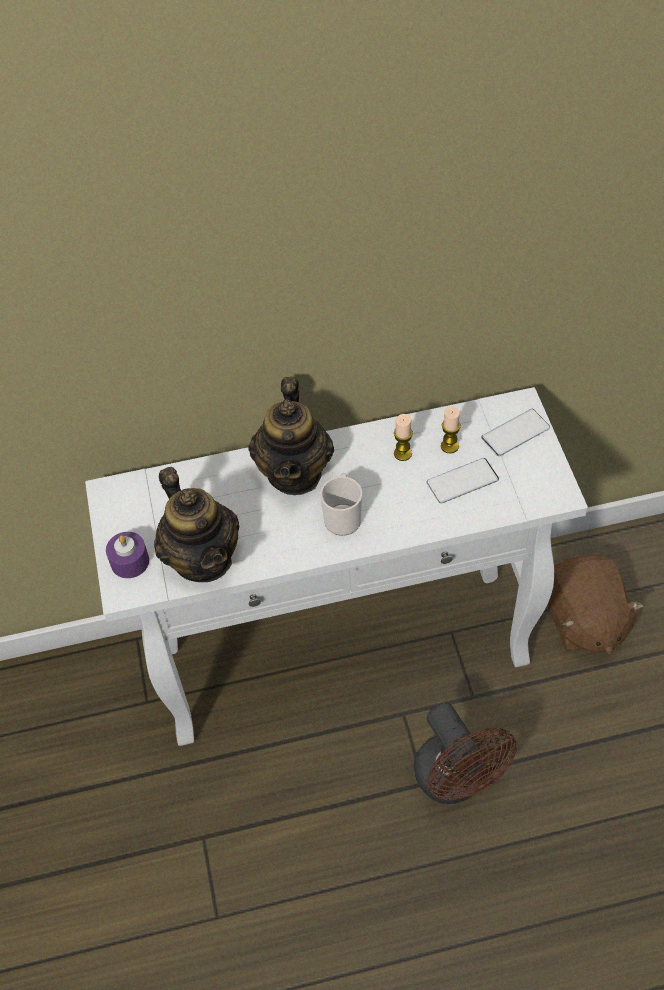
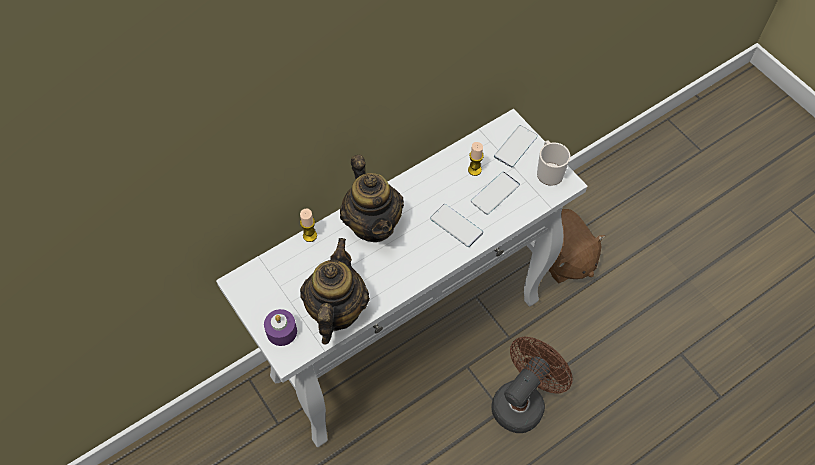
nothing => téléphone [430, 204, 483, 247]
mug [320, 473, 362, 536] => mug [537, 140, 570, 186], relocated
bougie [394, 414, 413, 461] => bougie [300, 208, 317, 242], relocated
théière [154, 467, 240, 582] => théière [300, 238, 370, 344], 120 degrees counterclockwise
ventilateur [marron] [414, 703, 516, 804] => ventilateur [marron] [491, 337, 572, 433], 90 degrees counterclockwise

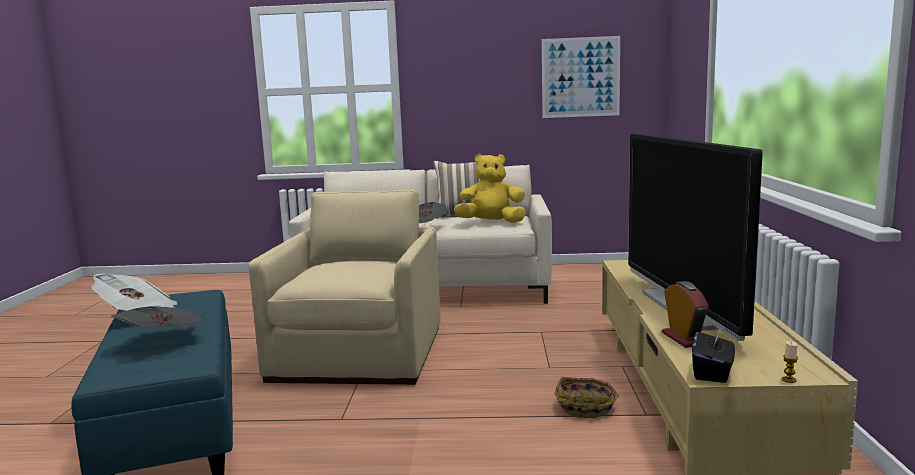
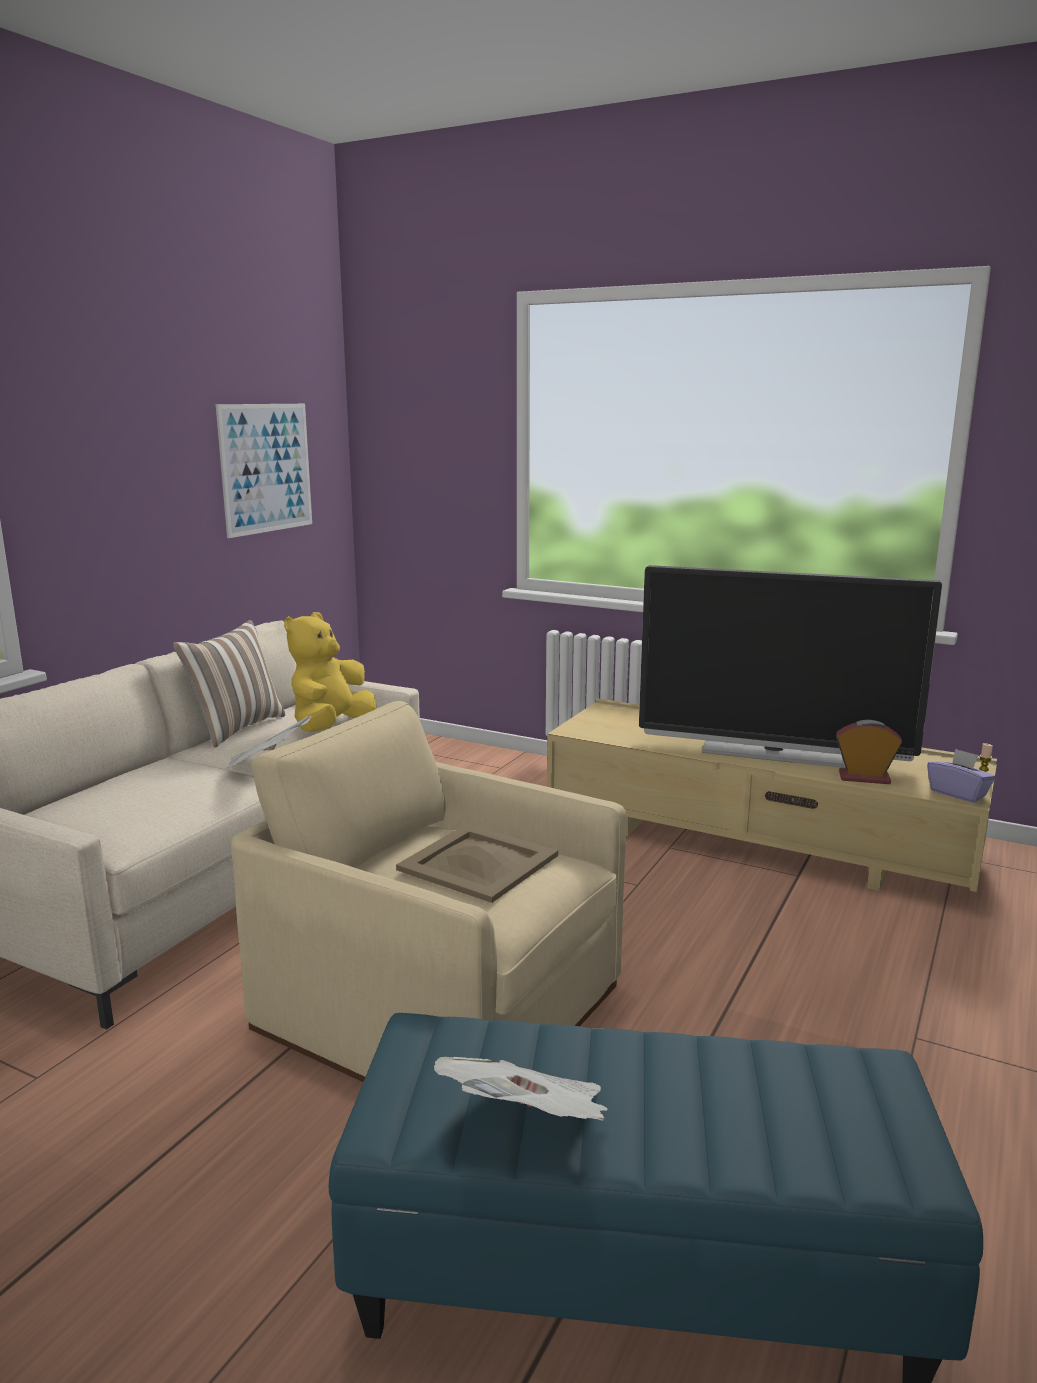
journal [110, 306, 203, 328] => nothing
panier [554, 377, 619, 418] => nothing
nothing => plateau [beige] [396, 824, 558, 903]
boîte à mouchoirs [noir] [692, 330, 735, 383] => boîte à mouchoirs [violet] [927, 748, 995, 803]

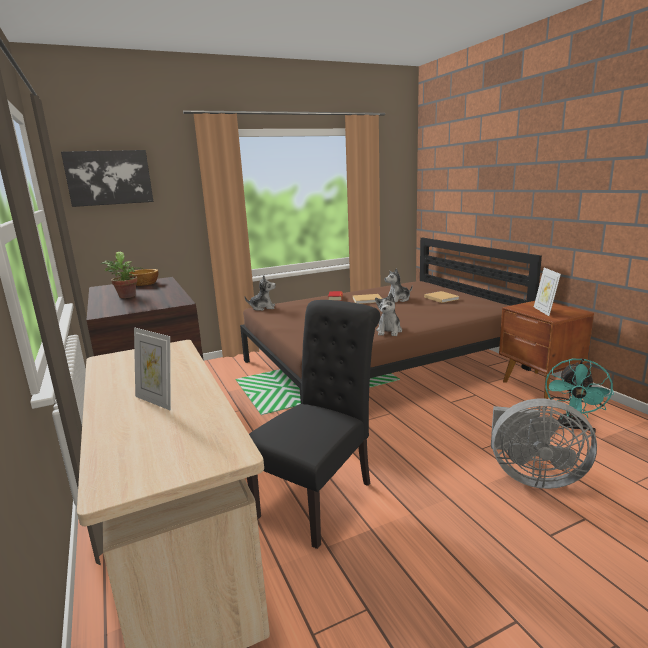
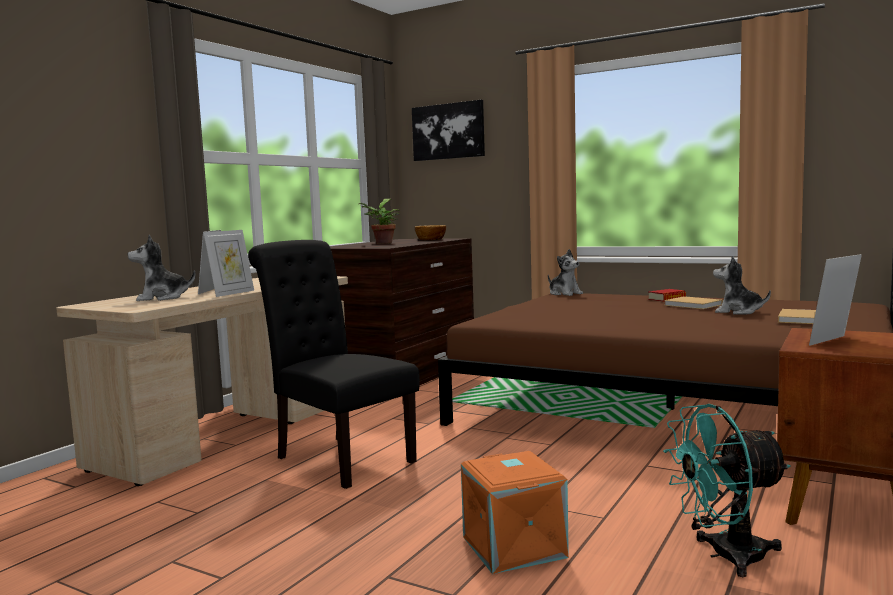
nothing => cadre photo [203, 230, 254, 297]
peluche [375, 293, 402, 336] => peluche [127, 235, 196, 301], relocated
ventilateur [gris] [491, 399, 597, 489] => boîte de rangement [orange] [461, 451, 569, 574]
chaise [noir] [247, 300, 380, 549] => chaise [noir] [248, 240, 420, 489], 135 degrees counterclockwise

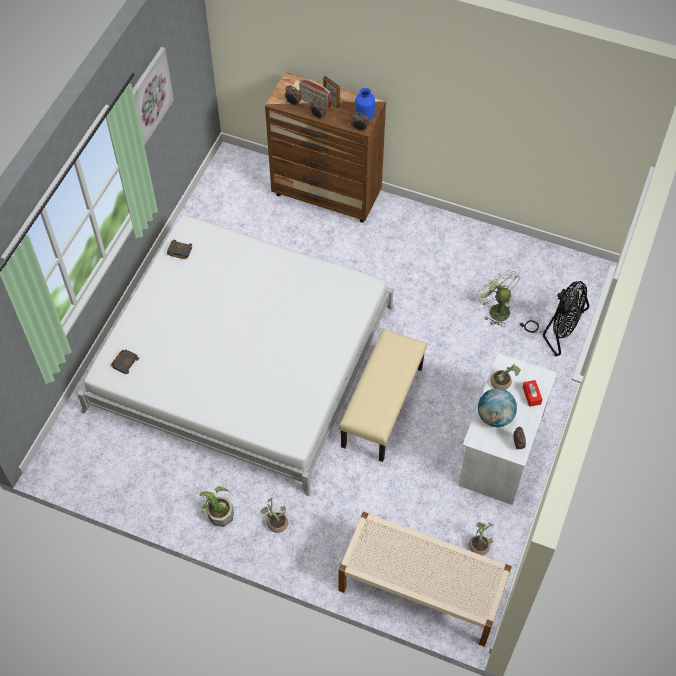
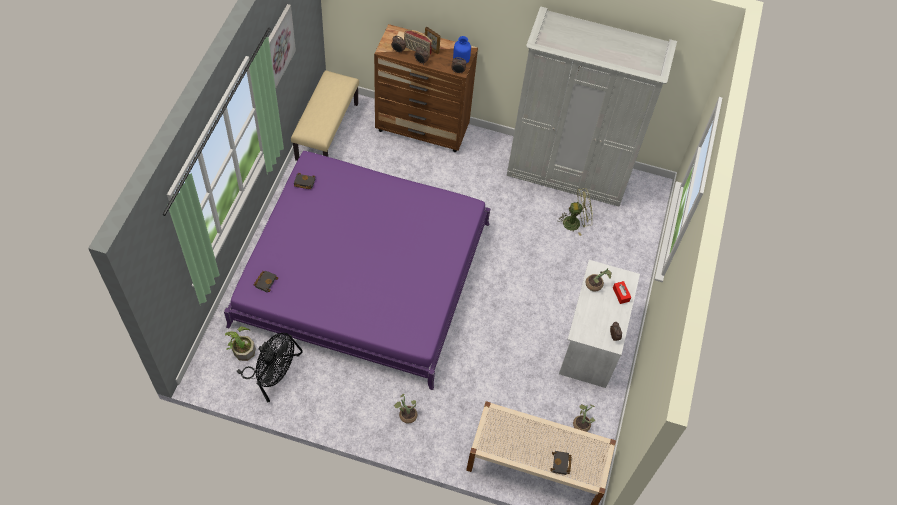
globe [478, 388, 517, 427] => nothing
nothing => armoire [blanc] [507, 6, 677, 207]
nothing => livre [noir] [550, 451, 572, 475]
plante en pot [199, 486, 234, 527] => plante en pot [225, 327, 255, 361], relocated
banc [beige] [339, 329, 427, 462] => banc [beige] [291, 70, 359, 161], relocated
ventilateur [noir] [519, 281, 589, 357] => ventilateur [noir] [237, 333, 303, 403], relocated
lit [blanc] [77, 215, 394, 496] => lit [violet] [224, 151, 490, 390]
ventilateur [vert] [476, 270, 520, 327] => ventilateur [vert] [557, 188, 593, 236], 120 degrees clockwise

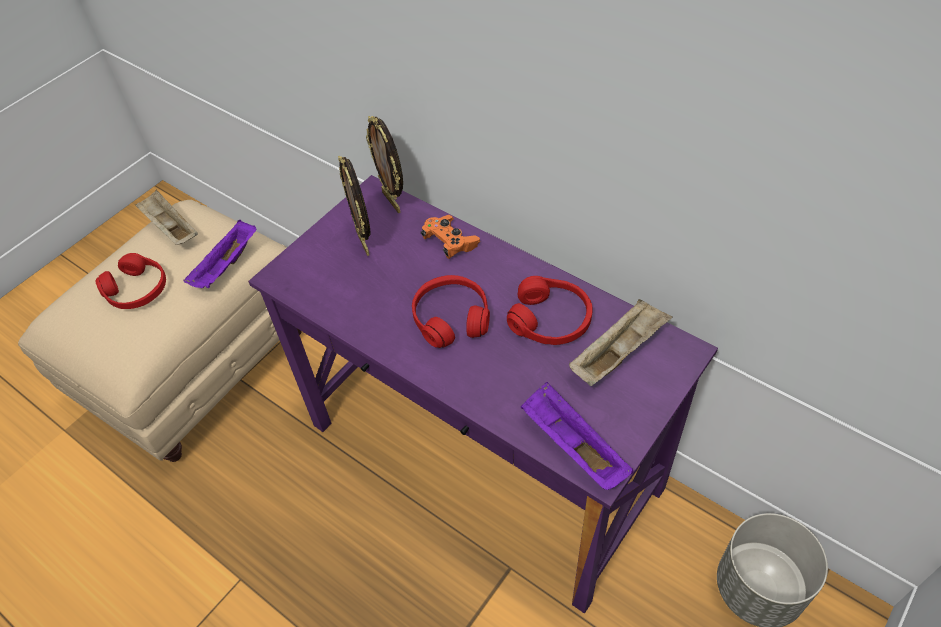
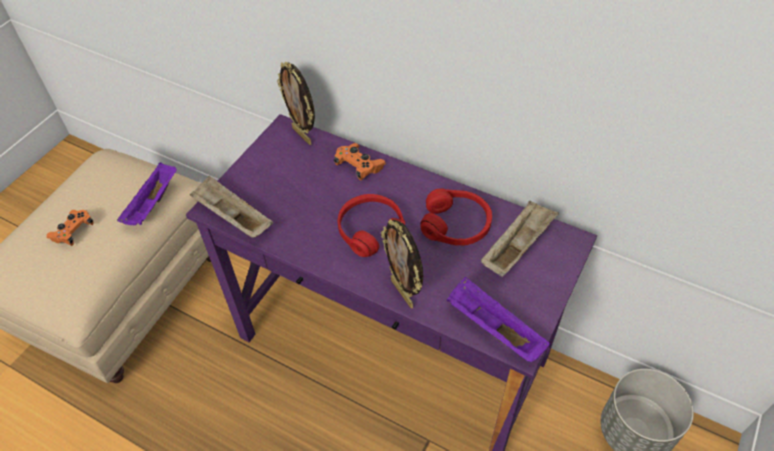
plateau [beige] [136, 190, 198, 245] => plateau [beige] [190, 175, 273, 238], relocated
cadre photo [338, 156, 371, 256] => cadre photo [381, 219, 423, 308], relocated
casque audio [rouge] [95, 253, 166, 309] => manette [orange] [46, 210, 94, 246]

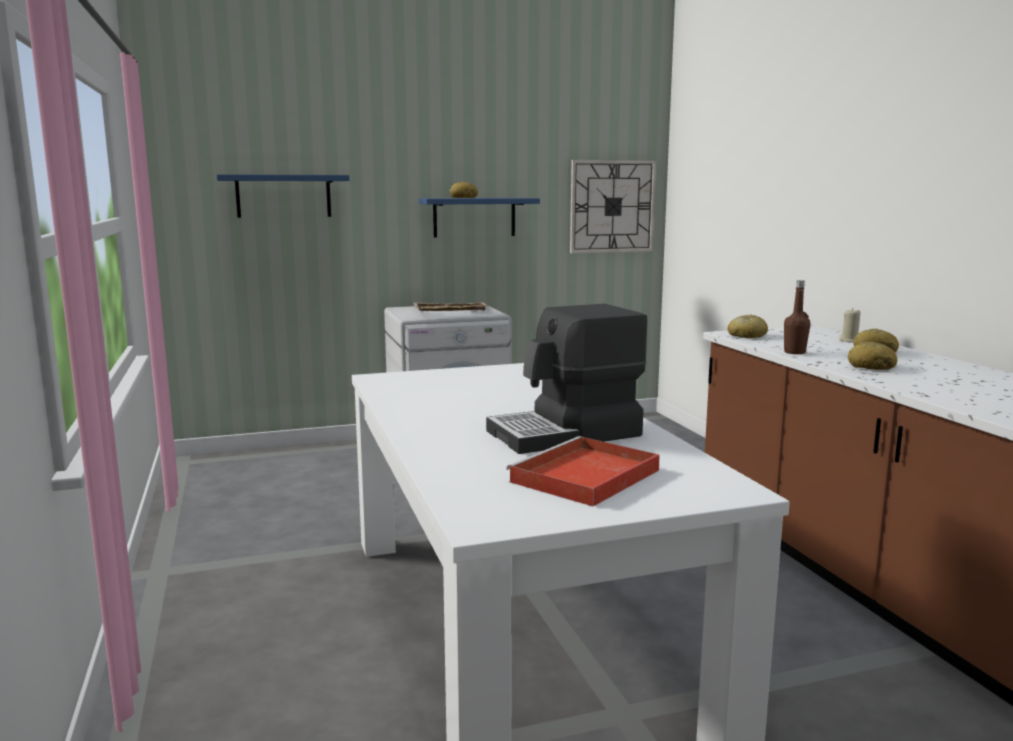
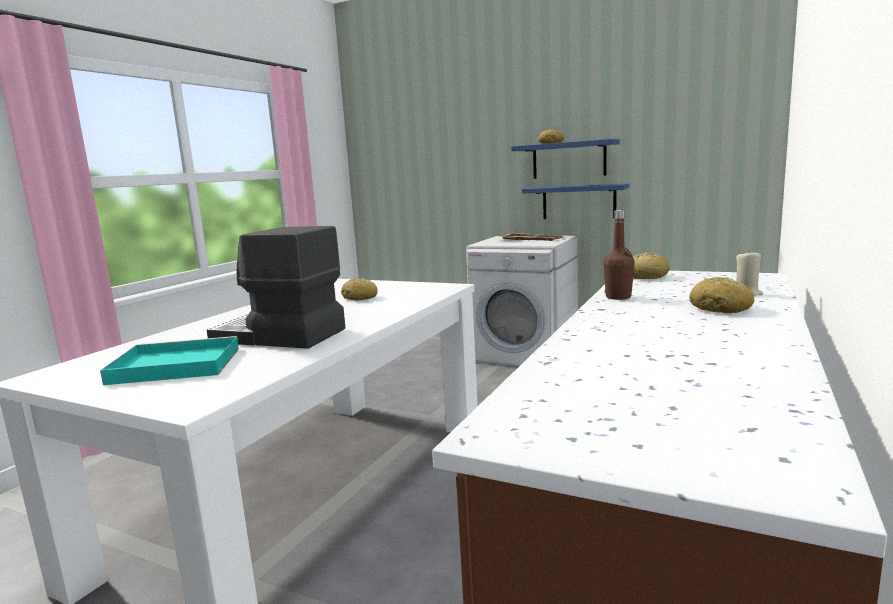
horloge murale [570, 160, 656, 253] => nothing
étagère [bleu] [217, 174, 349, 218] => étagère [bleu] [522, 183, 630, 219], relocated
pain [848, 342, 897, 370] => pain [341, 278, 378, 301], relocated
plateau [rouge] [507, 436, 660, 506] => plateau [turquoise] [100, 336, 239, 385]

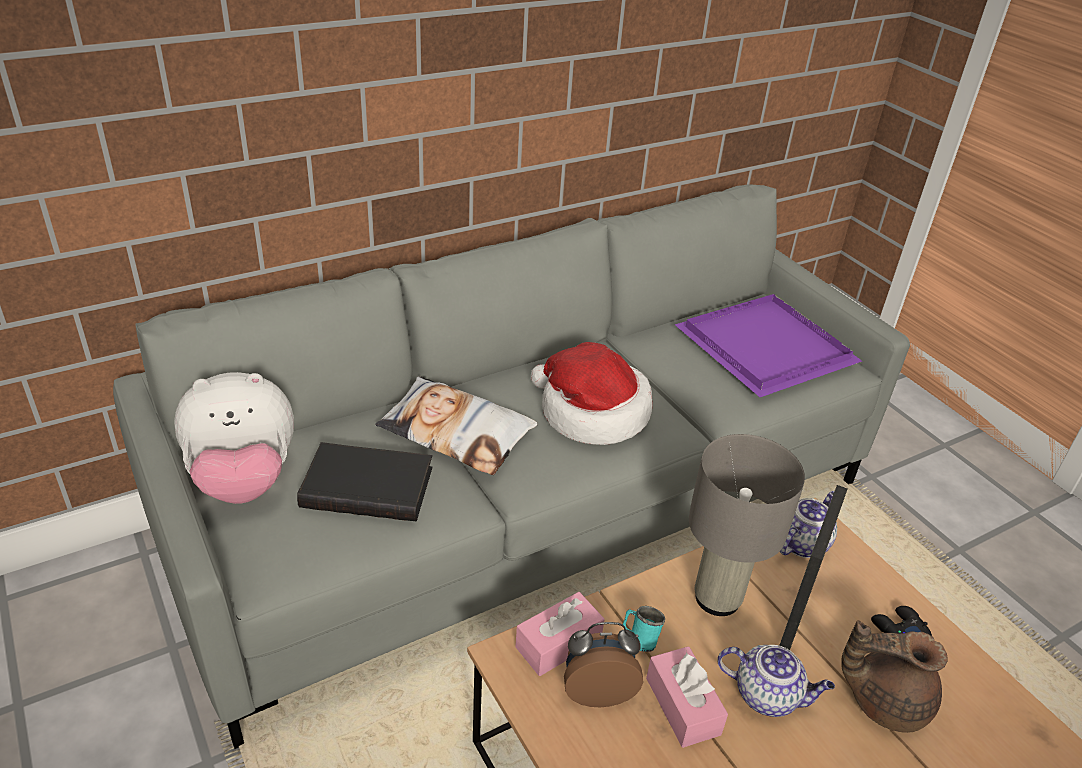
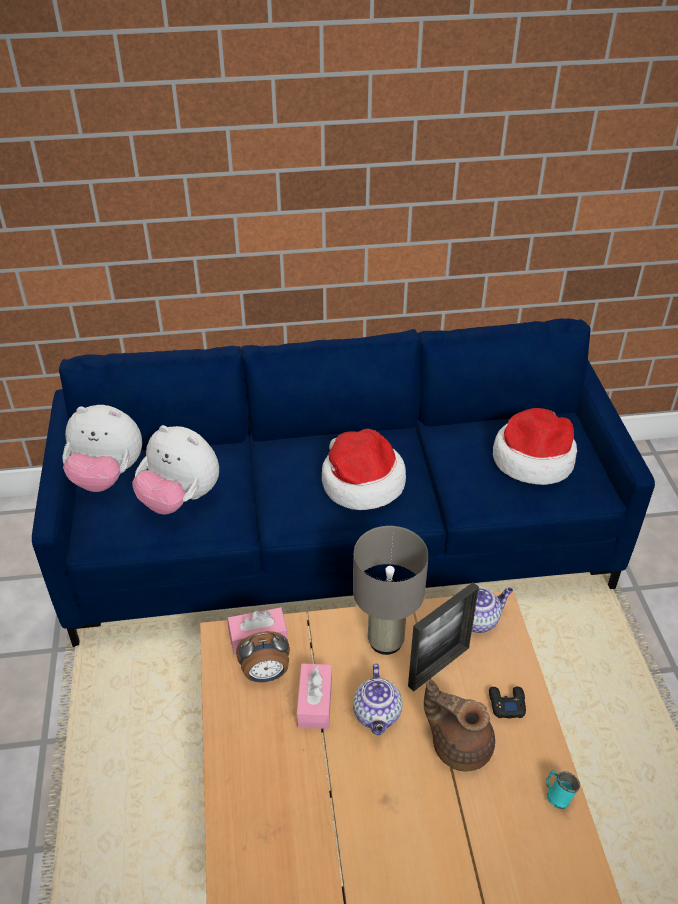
coussin [375, 376, 538, 475] => nothing
mug [turquoise] [623, 606, 665, 652] => mug [turquoise] [546, 770, 580, 809], relocated
livre [noir] [297, 442, 432, 522] => peluche [132, 425, 219, 515]
plateau [violet] [675, 294, 862, 397] => chapeau [493, 408, 577, 485]
canapé [gris] [113, 184, 910, 749] => canapé [bleu] [32, 318, 655, 647]
réveil [564, 622, 643, 707] => réveil [236, 631, 290, 682], 150 degrees clockwise
théière [717, 645, 835, 717] => théière [353, 663, 402, 735], 45 degrees clockwise

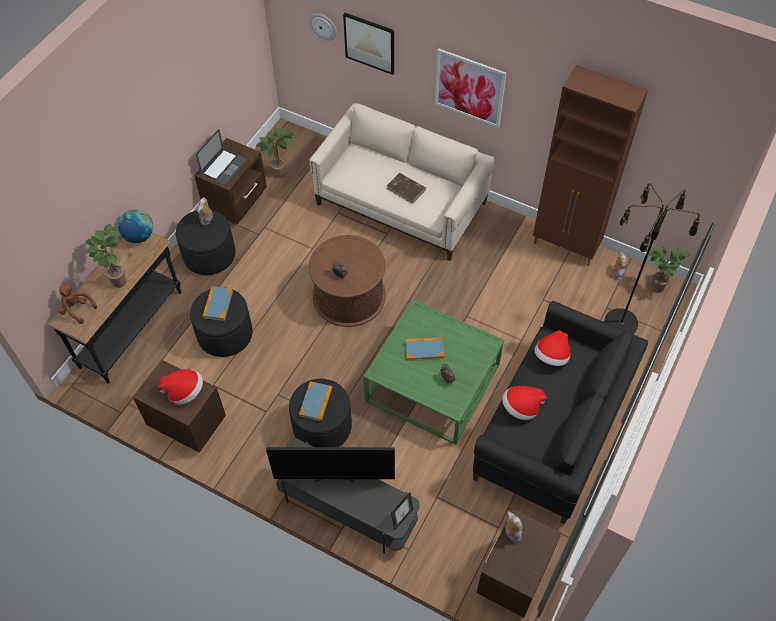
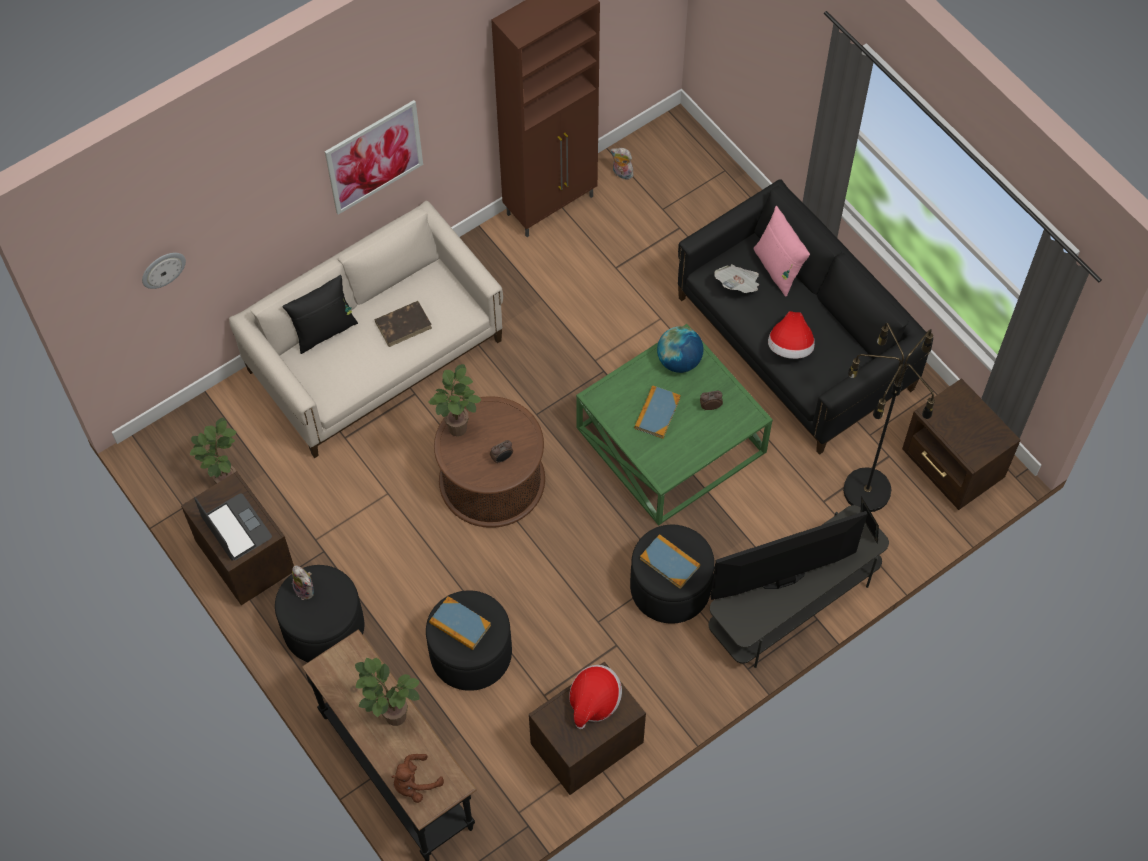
tableau [343, 13, 394, 75] => nothing
peluche [505, 511, 522, 542] => nothing
nothing => coussin [noir] [282, 275, 358, 354]
nothing => coussin [rose] [754, 206, 810, 297]
globe [118, 209, 153, 243] => globe [657, 326, 704, 373], relocated
lampadaire [604, 183, 700, 334] => lampadaire [843, 323, 935, 512], relocated
plante en pot [648, 246, 691, 293] => plante en pot [428, 364, 481, 436], relocated
chapeau [534, 330, 571, 366] => journal [714, 264, 759, 293]
téléviseur [266, 447, 395, 483] => téléviseur [710, 511, 867, 600], 135 degrees counterclockwise

